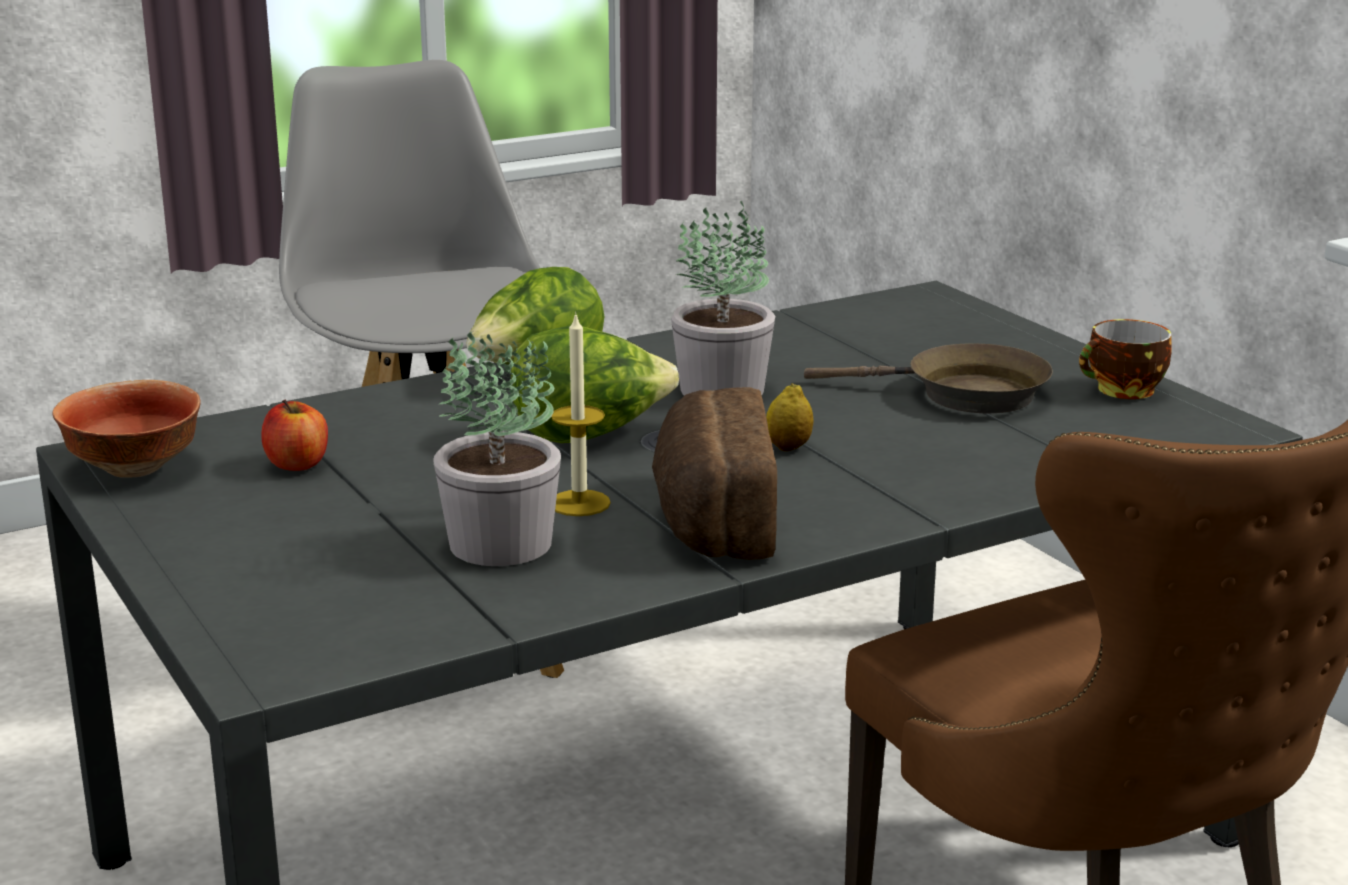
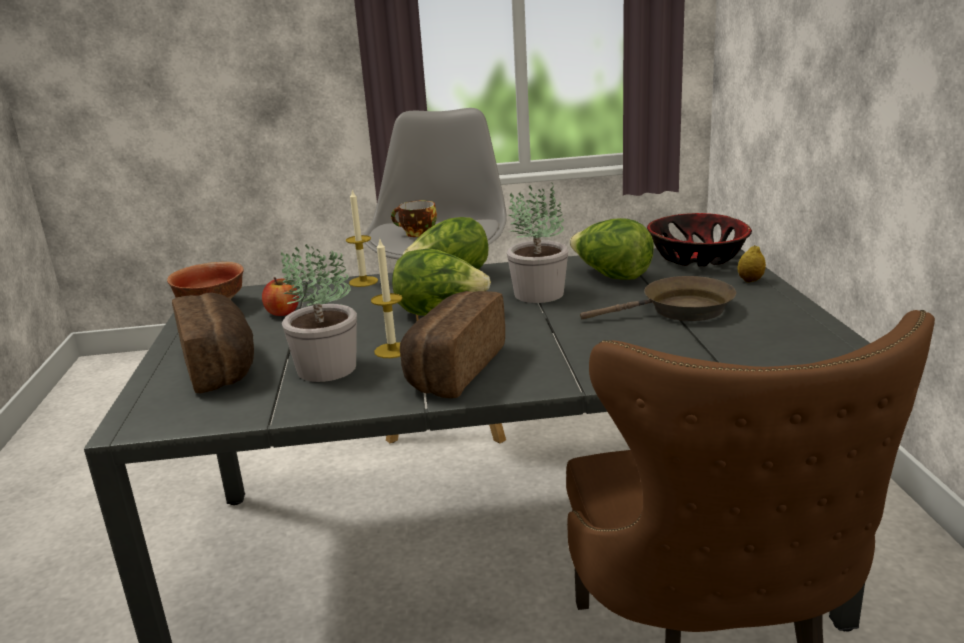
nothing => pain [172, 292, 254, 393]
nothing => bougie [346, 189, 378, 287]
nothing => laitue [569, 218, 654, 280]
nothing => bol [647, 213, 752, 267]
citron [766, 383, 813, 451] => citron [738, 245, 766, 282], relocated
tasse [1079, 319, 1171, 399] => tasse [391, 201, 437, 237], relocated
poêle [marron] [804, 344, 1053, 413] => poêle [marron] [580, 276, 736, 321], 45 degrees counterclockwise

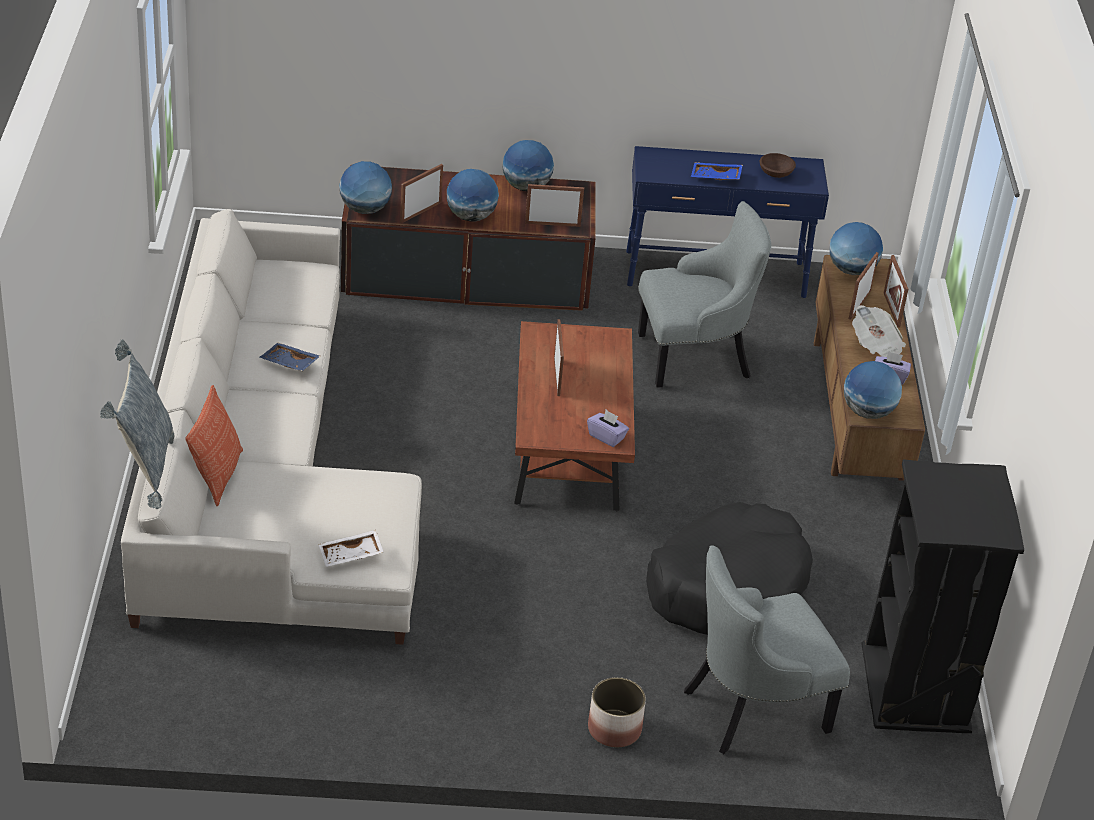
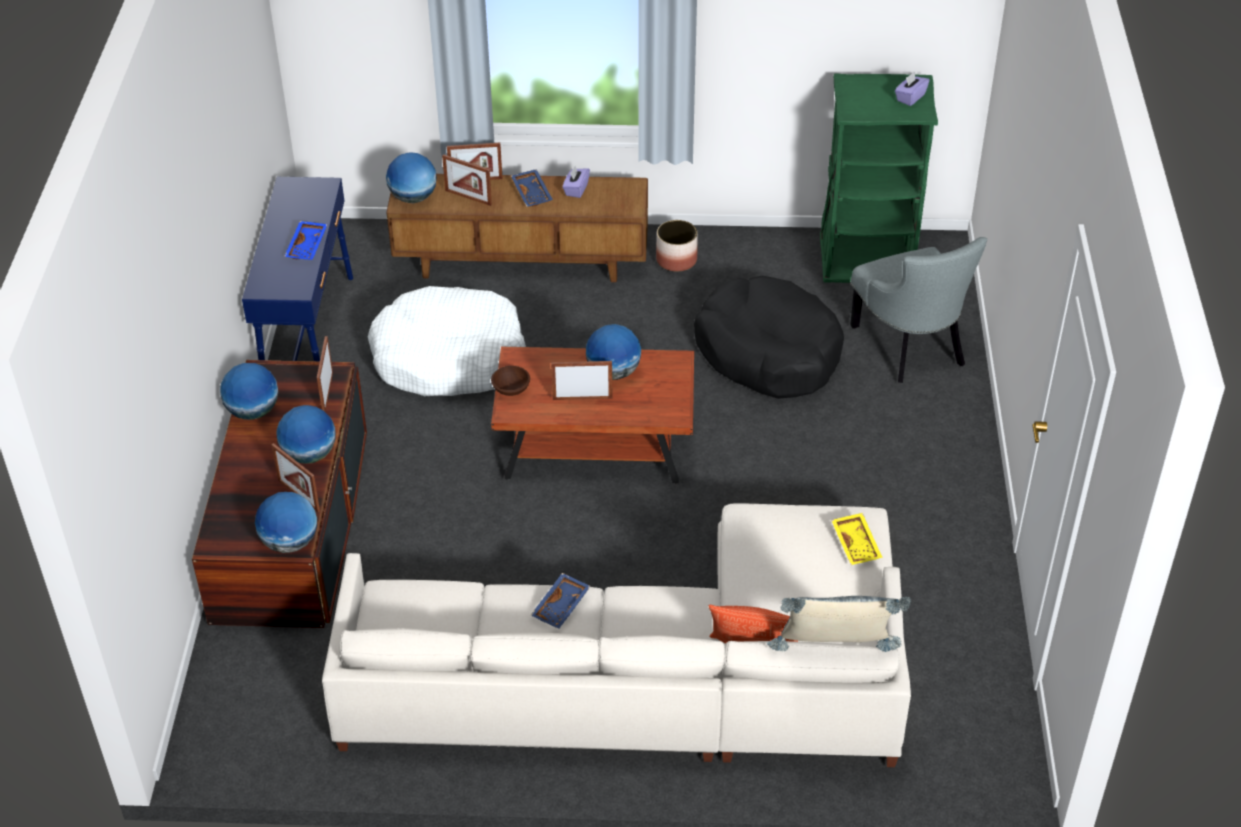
boîte à mouchoirs [violet] [587, 410, 629, 447] => boîte à mouchoirs [violet] [895, 72, 929, 106], relocated
cache-pot [588, 677, 646, 747] => cache-pot [656, 220, 698, 272], relocated
bol [marron] [760, 153, 796, 178] => bol [marron] [491, 366, 530, 396], relocated
globe [844, 361, 902, 419] => globe [586, 324, 641, 380], relocated
fauteuil [gris] [638, 201, 771, 388] => panier pour chien [blanc] [368, 286, 526, 396]
journal [852, 305, 906, 357] => plateau [bleu] [511, 169, 553, 207]
plateau [blanc] [318, 530, 384, 567] => plateau [jaune] [832, 513, 883, 565]
bibliothèque [noir] [862, 459, 1024, 733] => bibliothèque [vert] [820, 73, 938, 283]

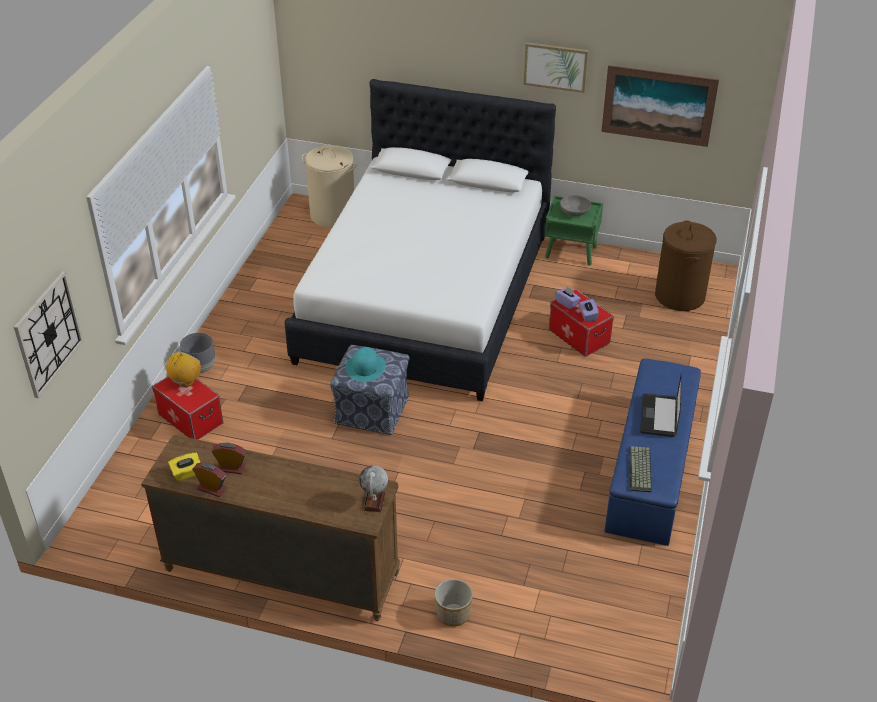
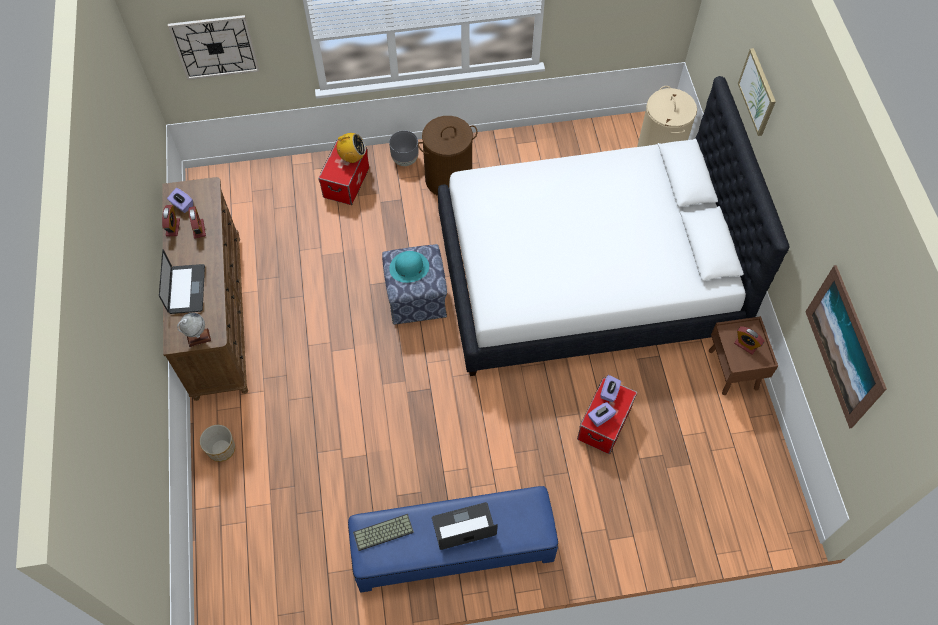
nothing => ordinateur portable [159, 249, 205, 314]
tableau [523, 42, 589, 93] => tableau [738, 48, 776, 136], relocated
panier à linge [marron] [655, 221, 717, 311] => panier à linge [marron] [418, 116, 477, 196], relocated
bol [gris] [560, 195, 591, 216] => réveil [734, 326, 764, 355]
boîte à mouchoirs [jaune] [168, 453, 201, 481] => boîte à mouchoirs [violet] [167, 188, 193, 213]
table de chevet [vert] [545, 196, 603, 265] => table de chevet [marron] [709, 316, 778, 395]

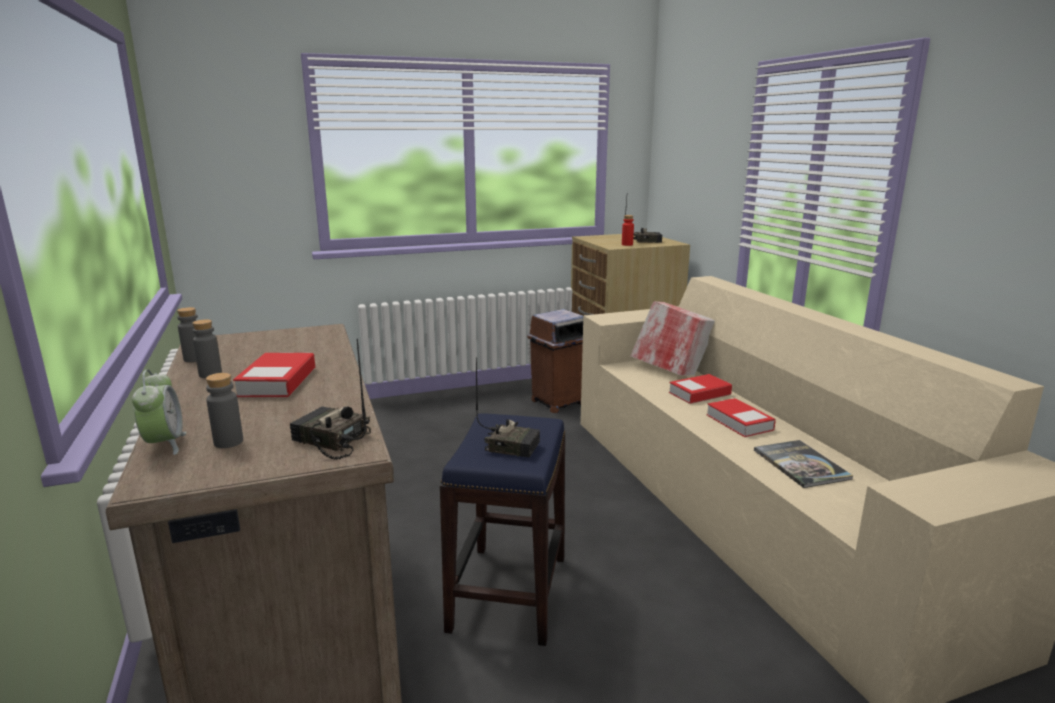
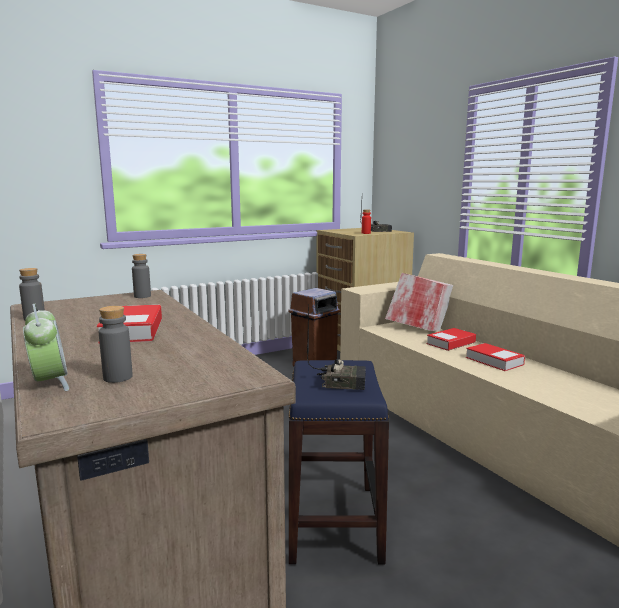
radio [290, 338, 371, 460] => nothing
livre [754, 440, 853, 488] => nothing
bouteille [gris] [192, 319, 222, 378] => bouteille [gris] [132, 254, 151, 298], relocated

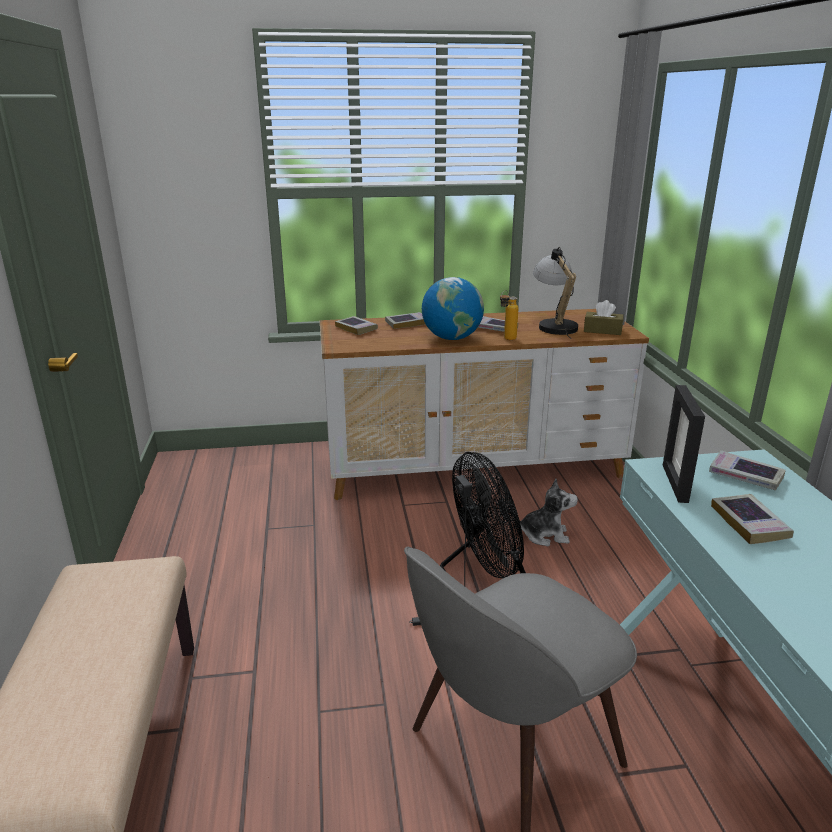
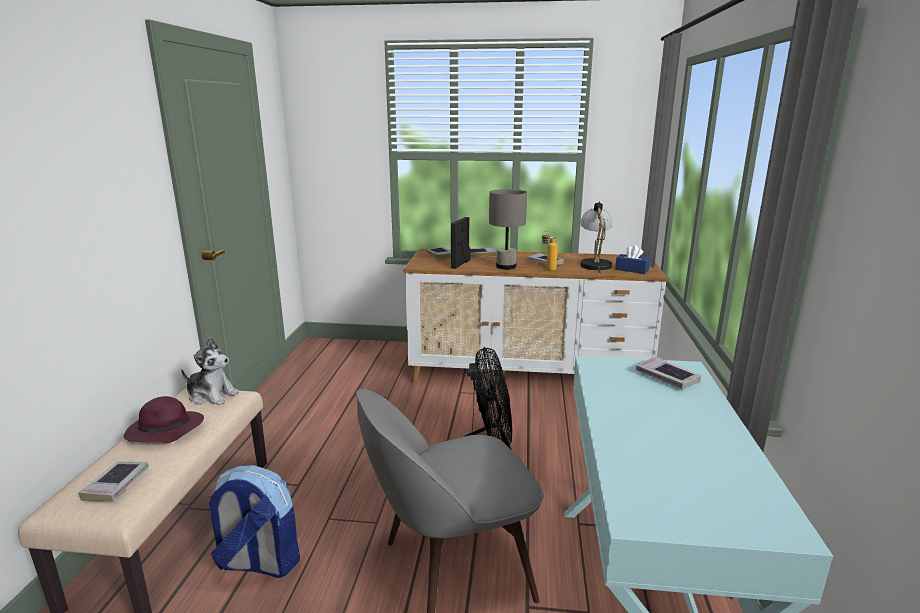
nothing => chapeau [violet] [124, 396, 204, 443]
nothing => sac à dos [208, 465, 300, 578]
peluche [520, 478, 578, 546] => peluche [181, 337, 239, 405], relocated
cadre photo [663, 385, 705, 503] => cadre photo [451, 217, 471, 269], relocated
livre [711, 494, 794, 544] => livre [78, 461, 149, 501], relocated
globe [422, 277, 484, 340] => lampe de table [gris] [489, 189, 527, 269]
boîte à mouchoirs [marron] [584, 300, 624, 335] => boîte à mouchoirs [bleu] [615, 245, 650, 274]

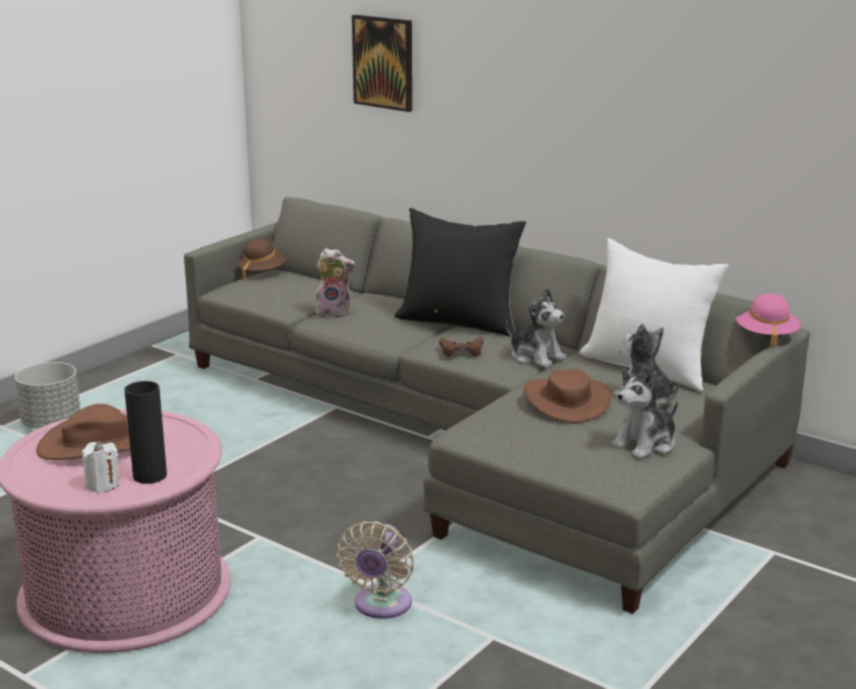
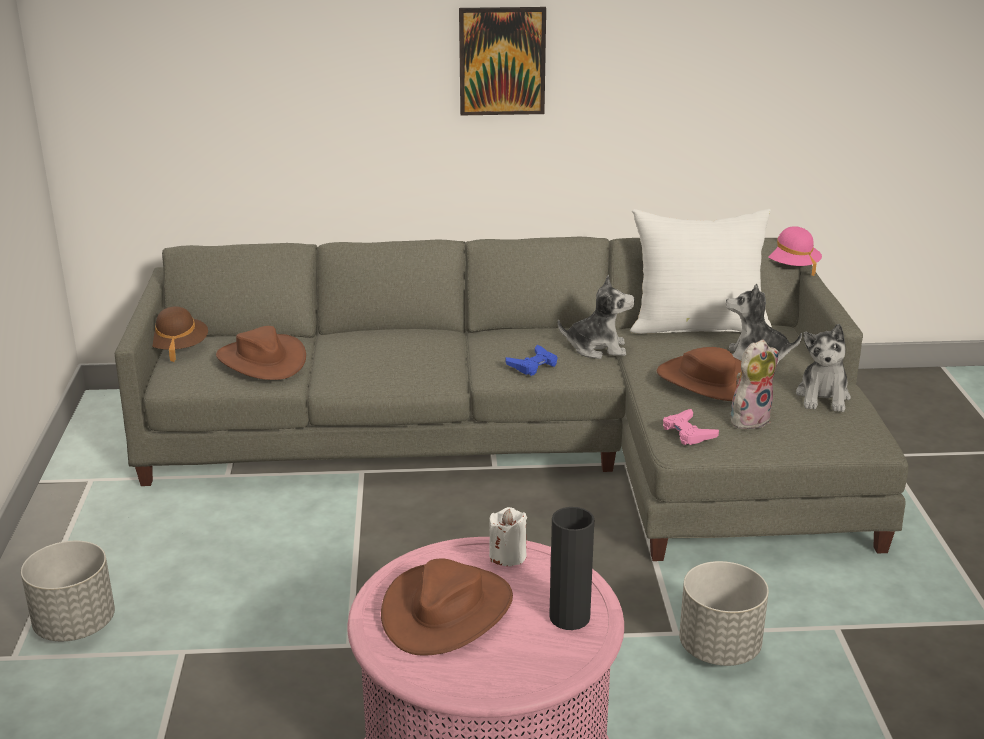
coussin [noir] [395, 208, 526, 336] => nothing
nothing => chapeau [marron] [216, 326, 306, 380]
nothing => manette [rose] [663, 409, 719, 445]
bougie [blanc] [82, 441, 119, 493] => bougie [blanc] [489, 507, 527, 566], relocated
peluche [316, 248, 356, 318] => peluche [731, 340, 779, 429], relocated
tableau [352, 15, 412, 112] => tableau [459, 7, 546, 115], relocated
ventilateur [beige] [336, 521, 414, 619] => cache-pot [gris] [679, 561, 769, 666]
manette [marron] [439, 337, 483, 357] => manette [bleu] [506, 345, 557, 376]

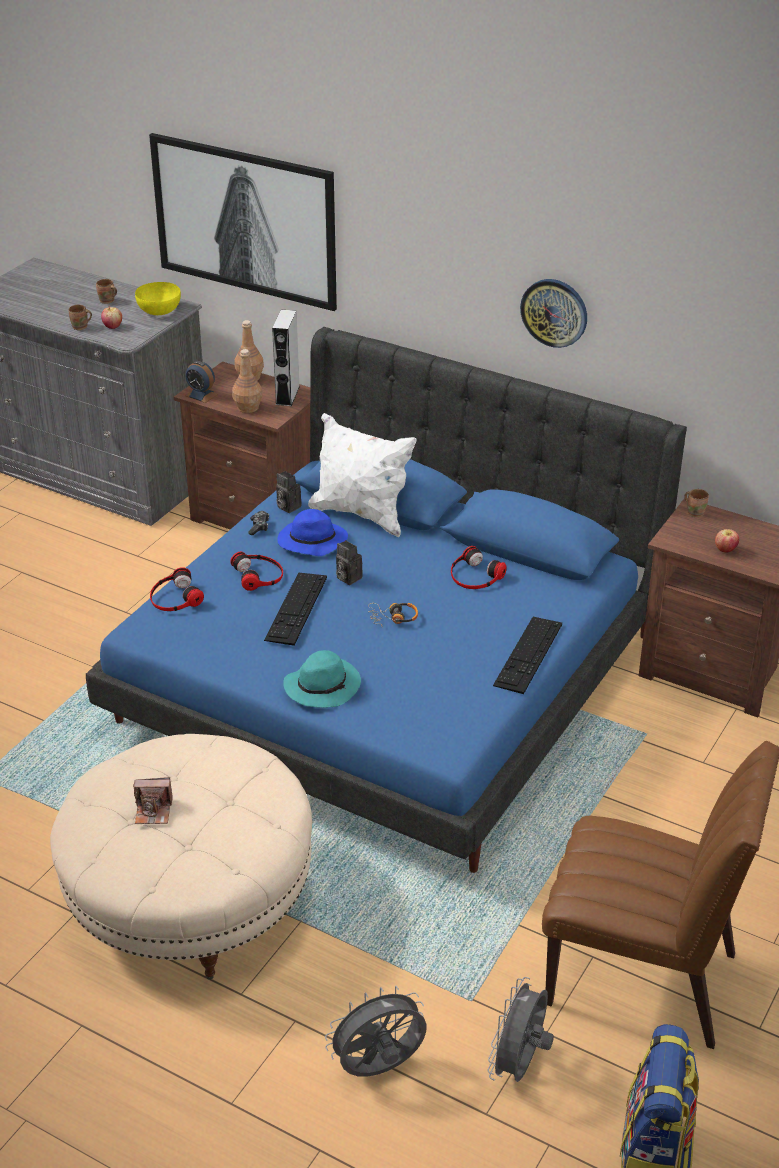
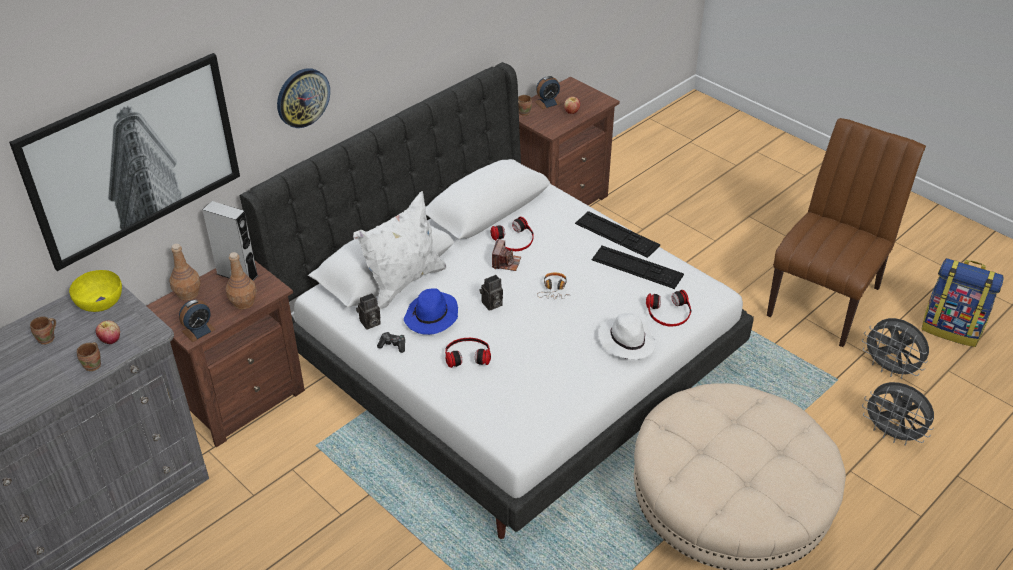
nothing => réveil [535, 76, 560, 109]
appareil photo [133, 777, 172, 824] => appareil photo [492, 239, 521, 271], relocated
casque audio [150, 567, 204, 611] => casque audio [646, 290, 691, 327], relocated
clavier [264, 572, 327, 646] => clavier [592, 246, 684, 289], relocated
horloge murale [520, 279, 587, 348] => horloge murale [277, 68, 330, 128], relocated
lit [bleu] [86, 327, 687, 873] => lit [blanc] [240, 62, 754, 539]
chapeau [turquoise] [283, 650, 361, 708] => chapeau [blanc] [598, 313, 656, 359]
ventilateur [gris] [325, 986, 426, 1077] => ventilateur [gris] [862, 382, 934, 445], 45 degrees counterclockwise

